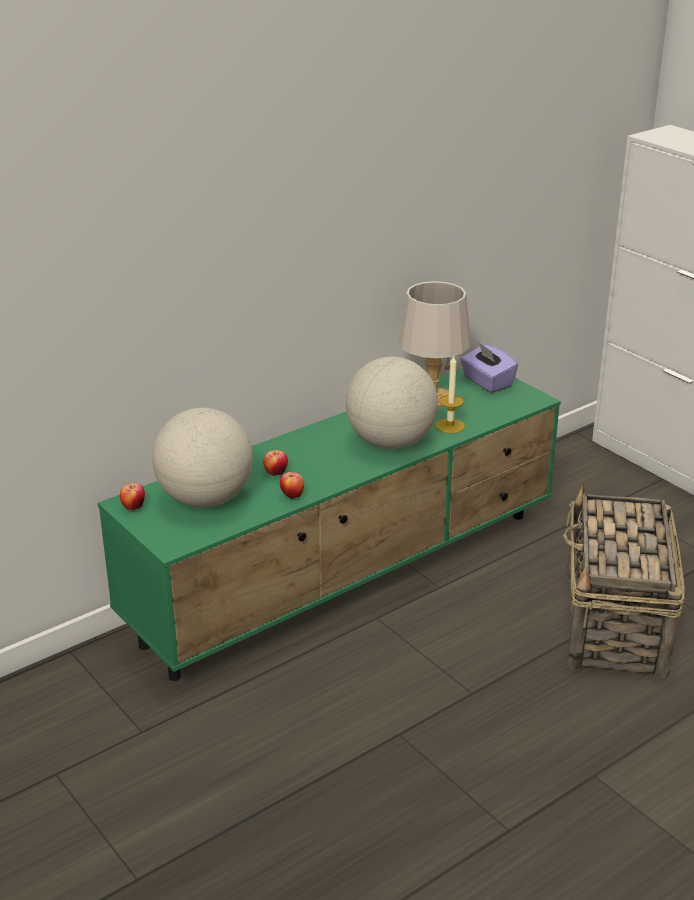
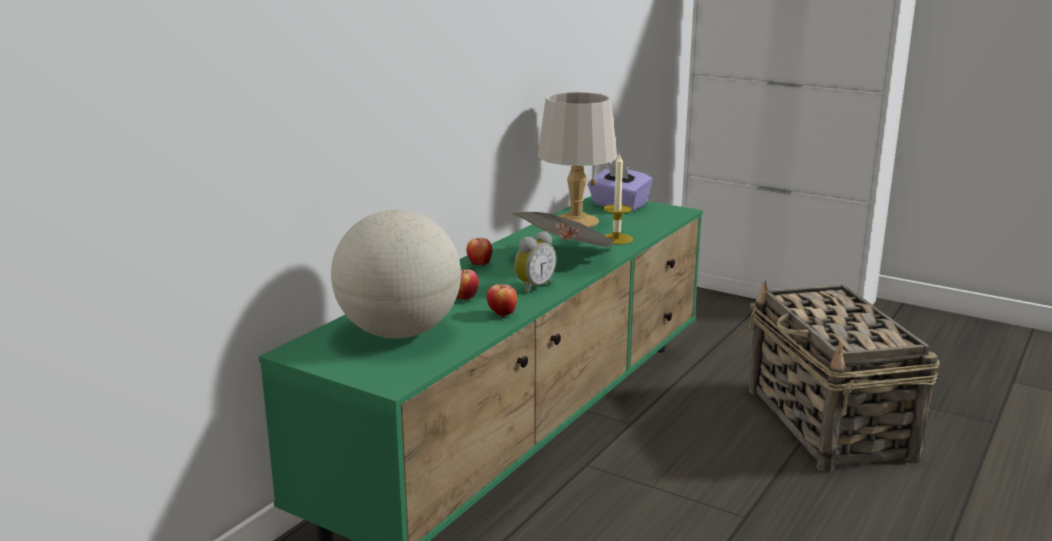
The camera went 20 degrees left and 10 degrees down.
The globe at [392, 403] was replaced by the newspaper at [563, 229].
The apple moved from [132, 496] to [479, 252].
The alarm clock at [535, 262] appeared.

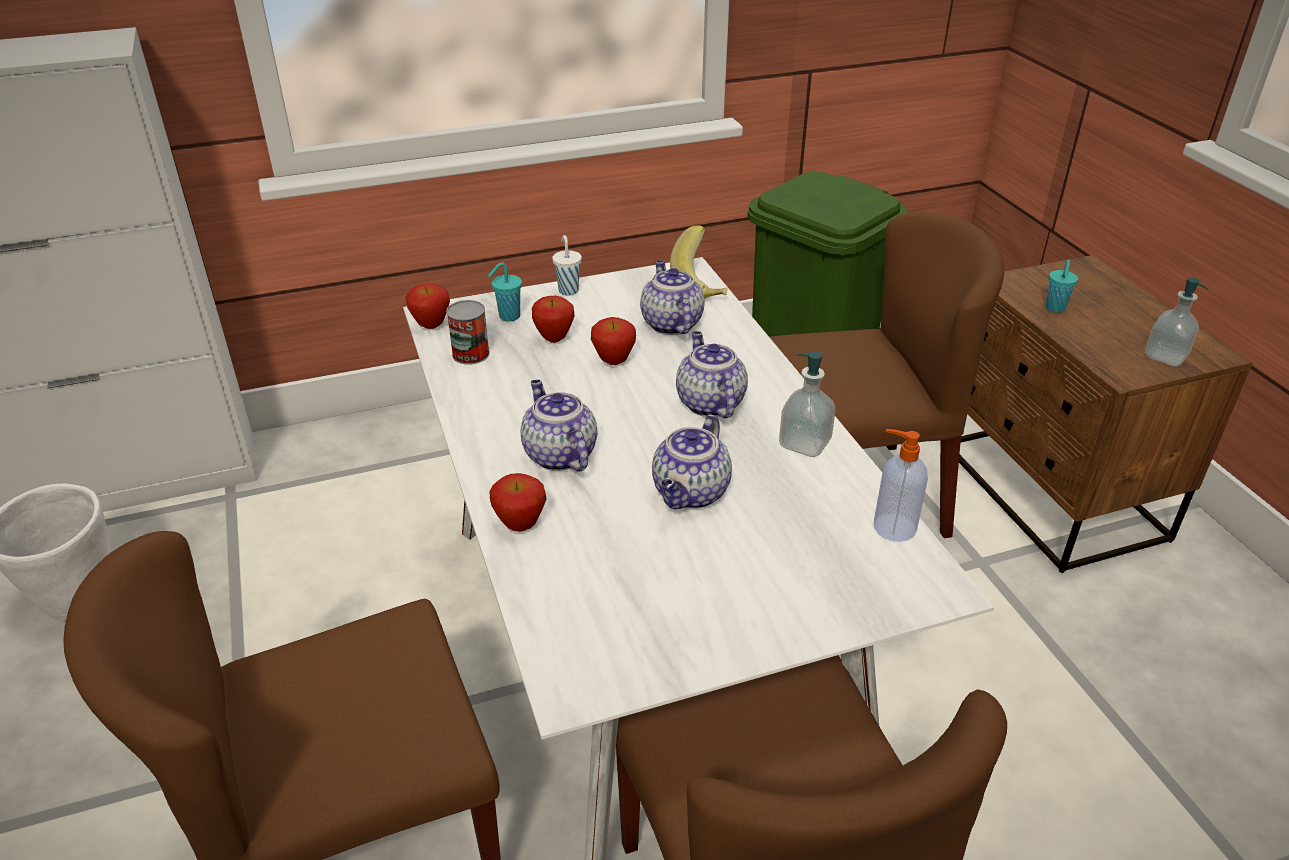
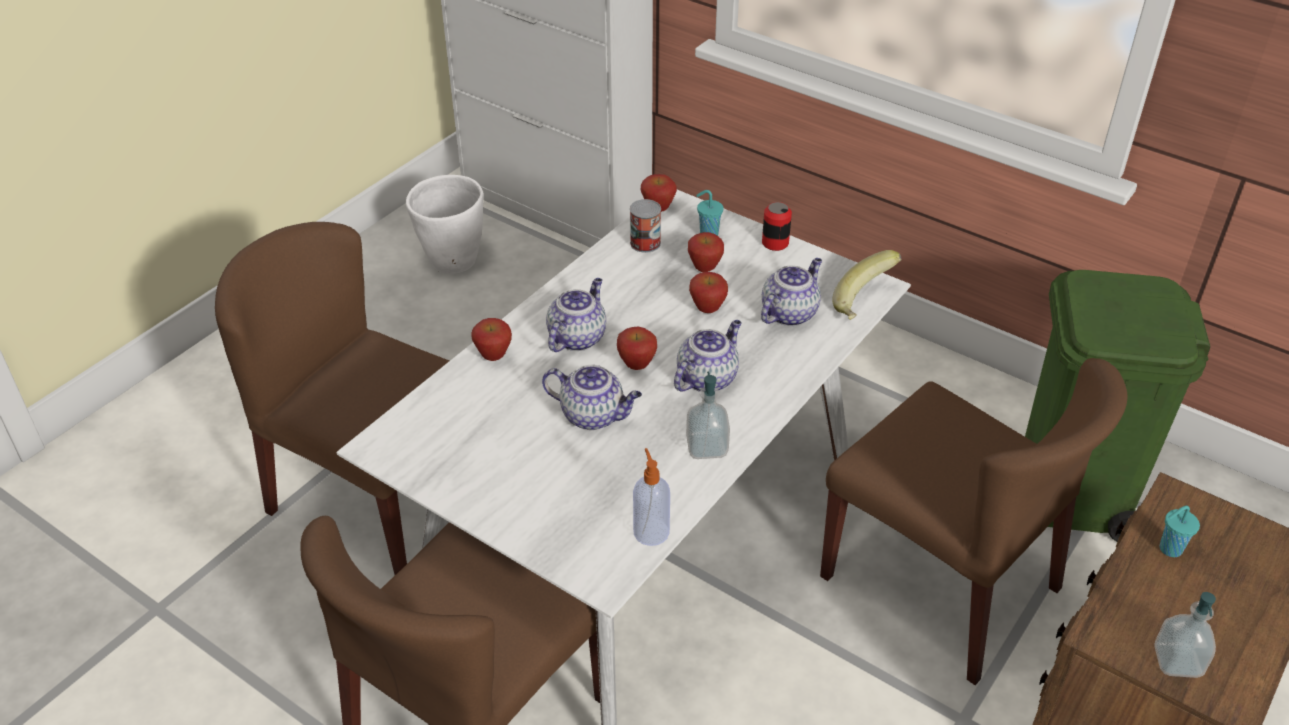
The camera went 55 degrees right and 5 degrees up.
The cup (white) at [567, 265] was replaced by the can at [777, 226].
The teapot at [692, 461] turned 150 degrees counterclockwise.
The apple at [637, 348] appeared.

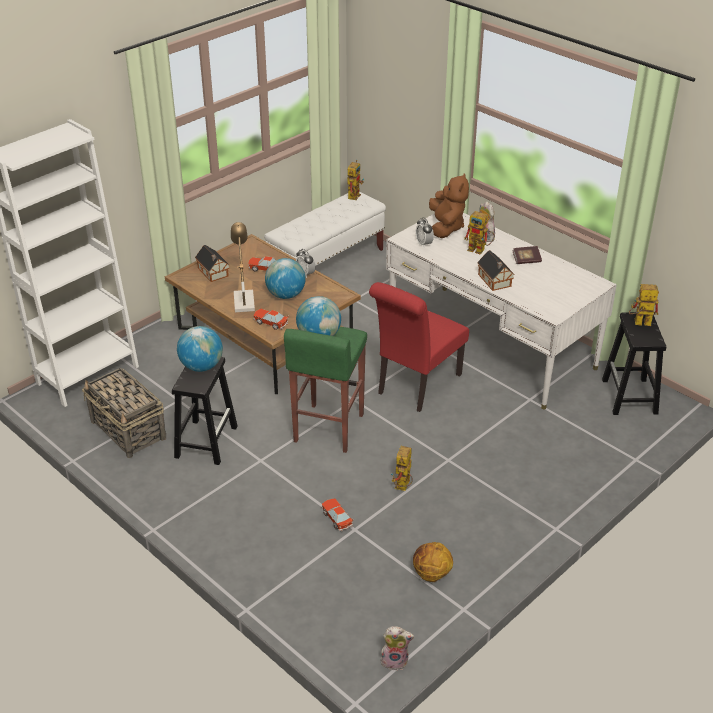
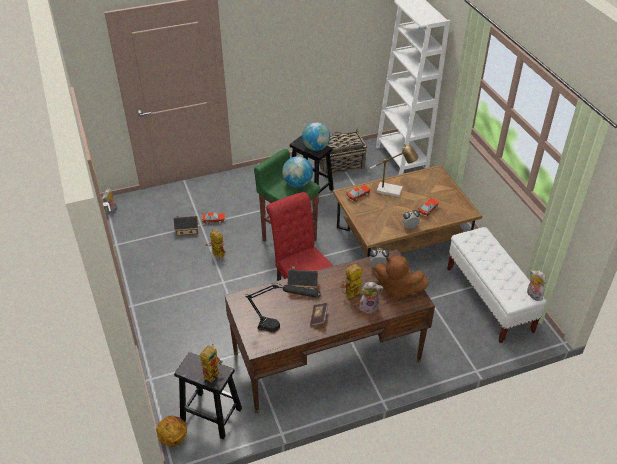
The camera went 115 degrees right and 5 degrees up.
The toy robot at [356, 180] was replaced by the plush toy at [536, 285].
The desk (white) at [501, 311] became the desk (brown) at [330, 331].
The toy house moved from [212, 263] to [186, 225].
The globe at [285, 278] disappeared.
The basketball moved from [433, 562] to [171, 431].
The table lamp (black) at [283, 307] appeared.

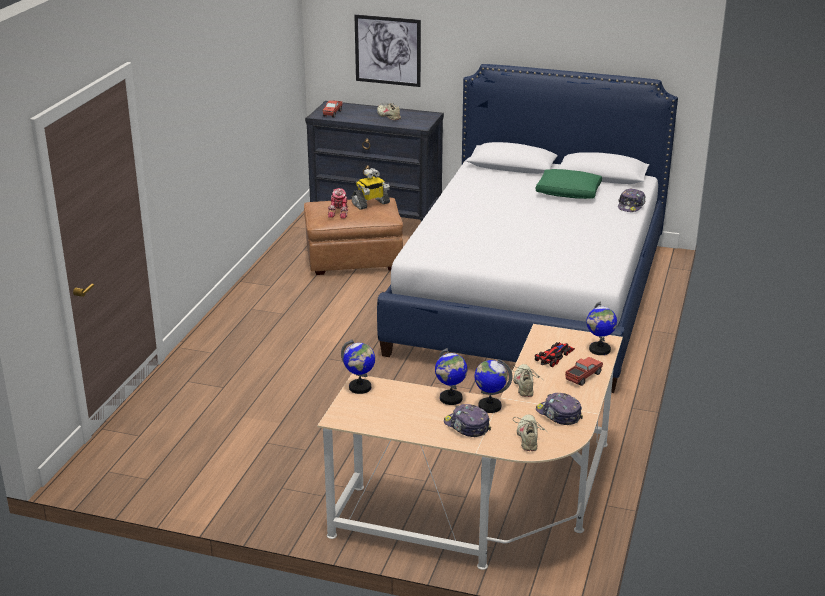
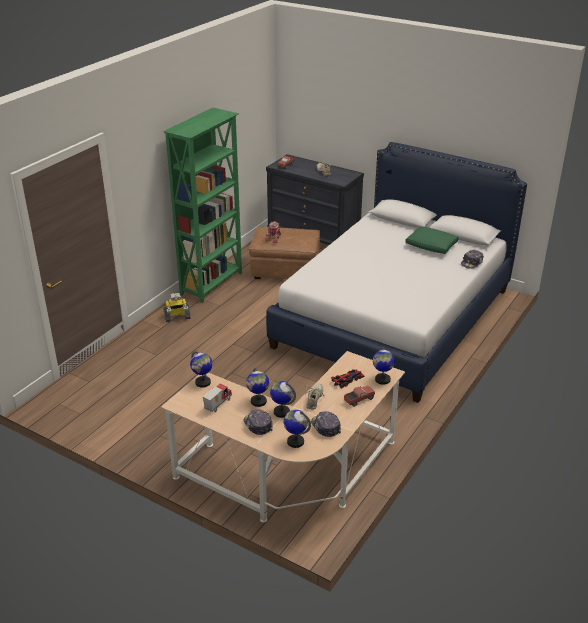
The camera went 15 degrees right and 5 degrees up.
The picture at [387, 50] disappeared.
The toy robot moved from [370, 189] to [177, 307].
The shoe (beige) at [531, 432] was replaced by the globe at [297, 429].
The bookcase (green) at [202, 205] appeared.
The toy truck at [217, 397] appeared.

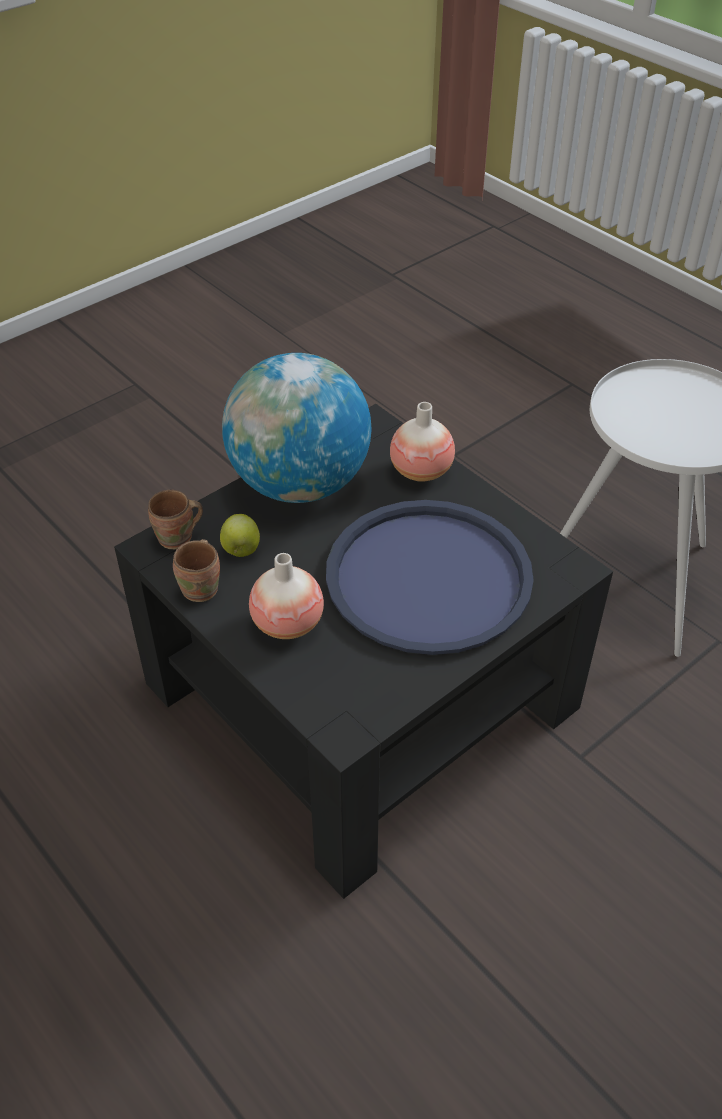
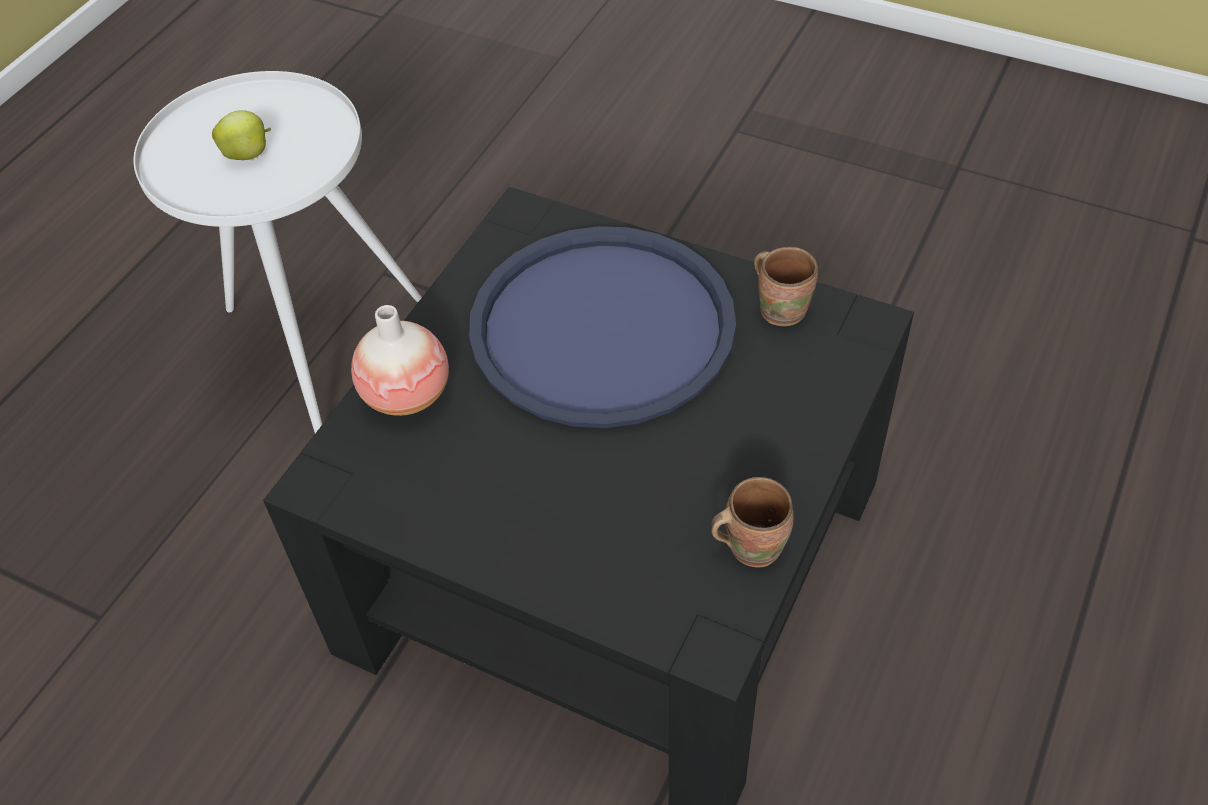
The camera went 110 degrees left and 5 degrees up.
The globe at [296, 428] disappeared.
The mug (brown) moved from [175, 519] to [786, 286].
The apple moved from [240, 535] to [241, 135].
The vase at [286, 596] disappeared.

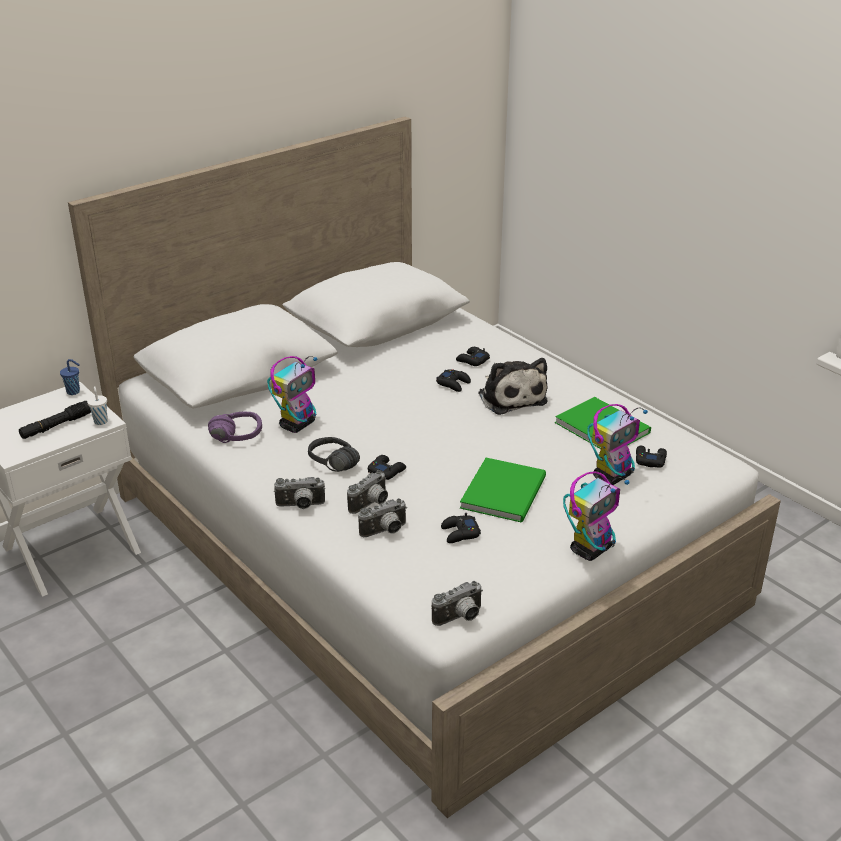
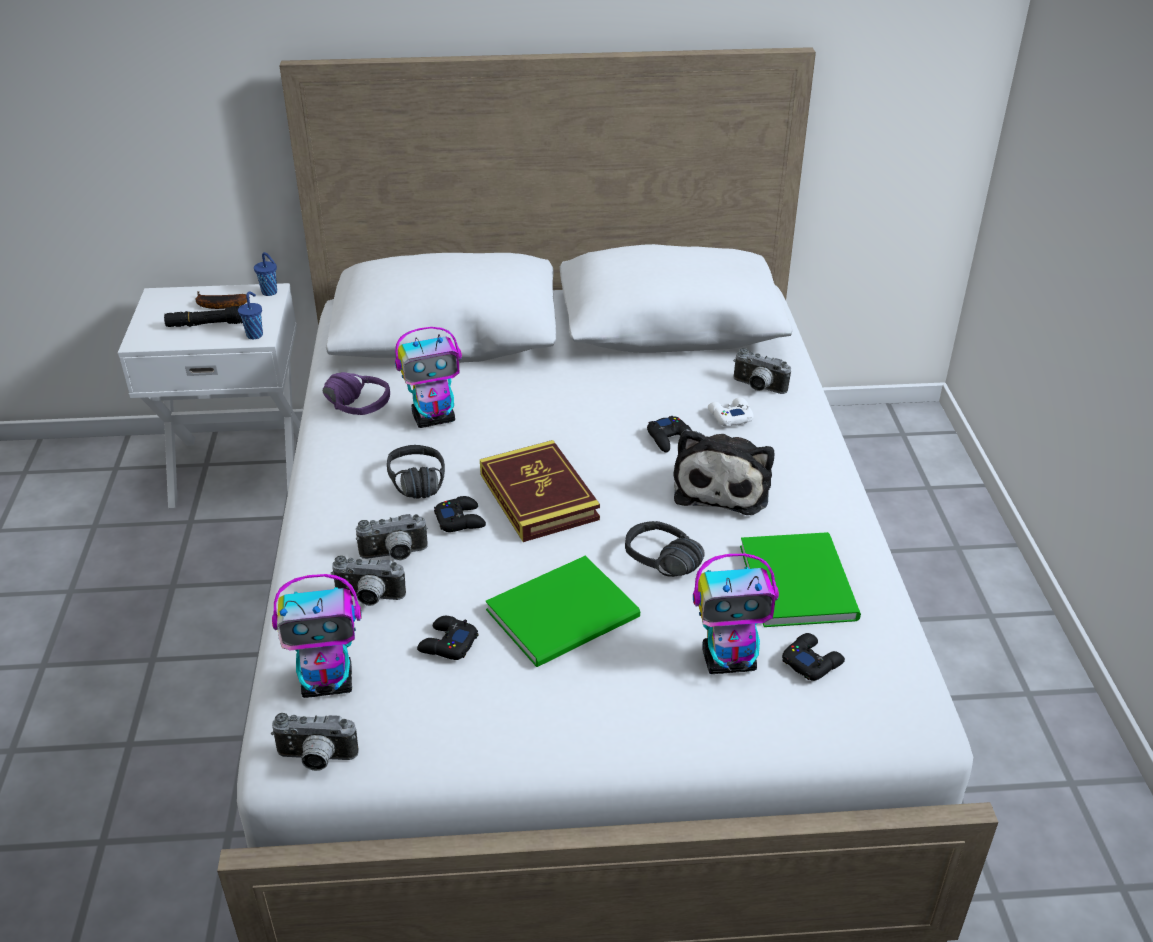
The camera went 35 degrees right and 5 degrees up.
The game controller (black) at [473, 356] became the game controller (white) at [731, 411].
The cup (white) at [97, 405] became the cup (blue) at [250, 315].
The toy robot moved from [596, 516] to [317, 636].
The photo camera moved from [299, 493] to [762, 371].
The banana at [222, 300] appeared.
The book at [540, 491] appeared.
The headphones (black) at [663, 549] appeared.

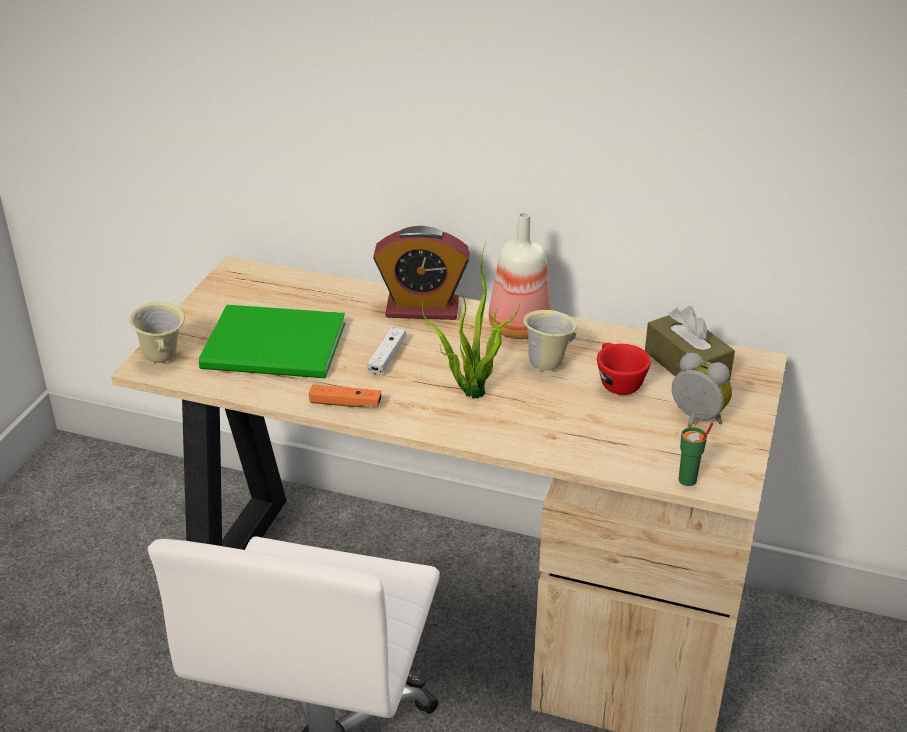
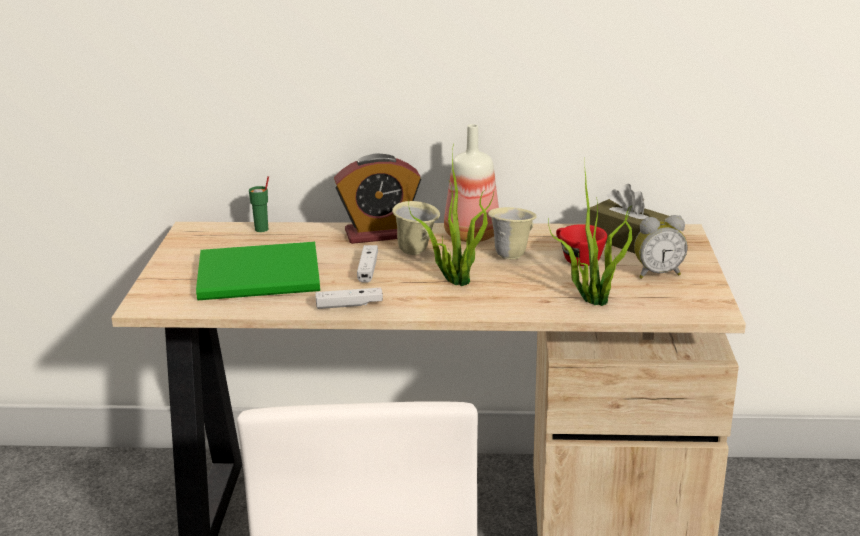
The camera went 15 degrees left and 10 degrees down.
The mug (beige) moved from [157, 332] to [416, 228].
The alarm clock at [702, 390] turned 150 degrees clockwise.
The game controller (orange) at [345, 395] became the game controller (white) at [349, 298].
The cup (green) moved from [696, 454] to [259, 204].
The potted plant at [590, 231] appeared.

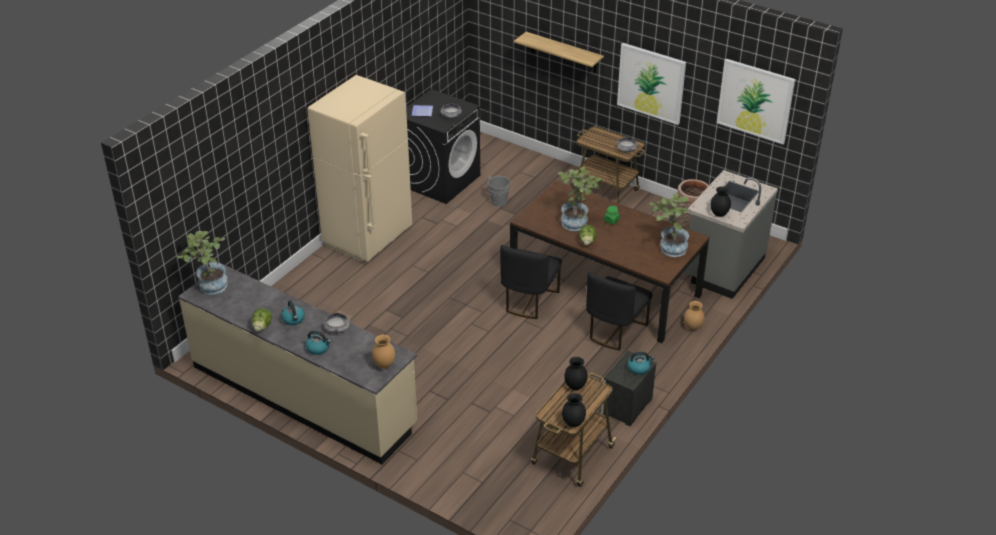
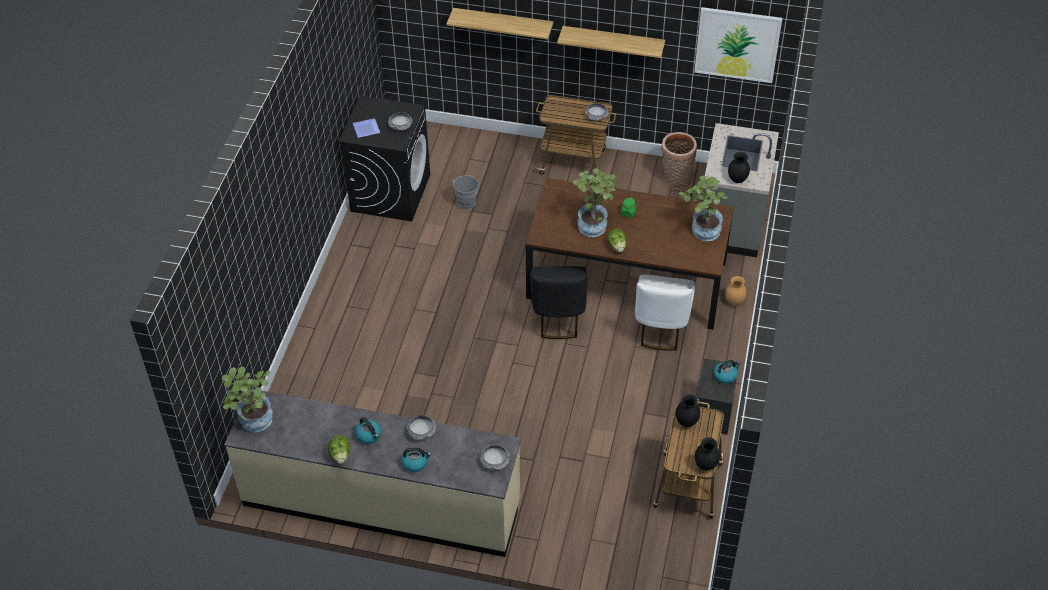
The camera went 20 degrees left and 10 degrees up.
The picture at [651, 84] was replaced by the shelf at [611, 42].
The fridge (beige) at [359, 168] disappeared.
The chair (black) at [619, 311] became the chair (white) at [665, 313].
The vase (brown) at [383, 352] was replaced by the bowl at [495, 457].

